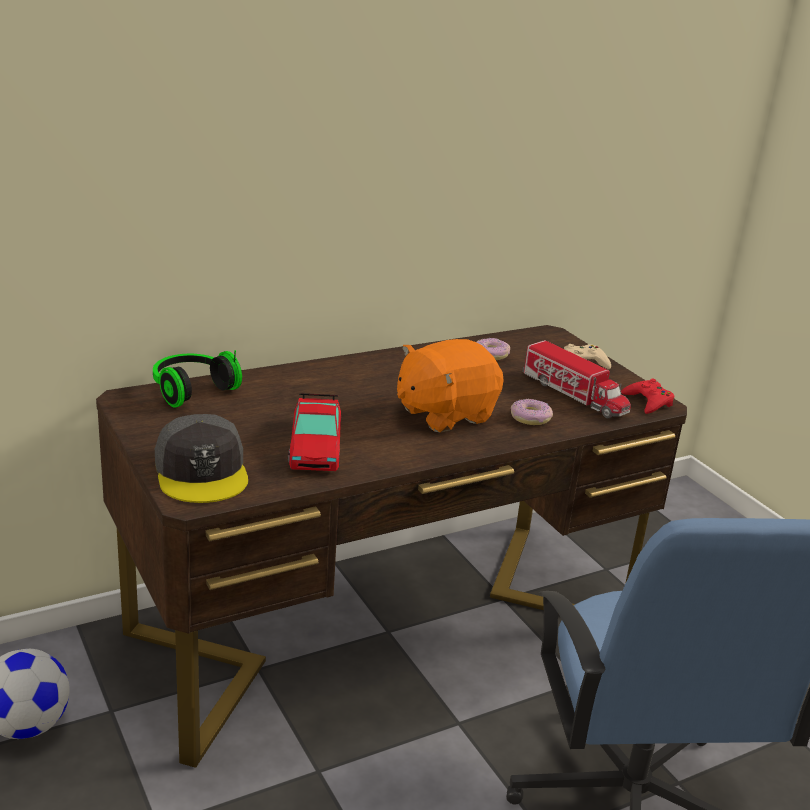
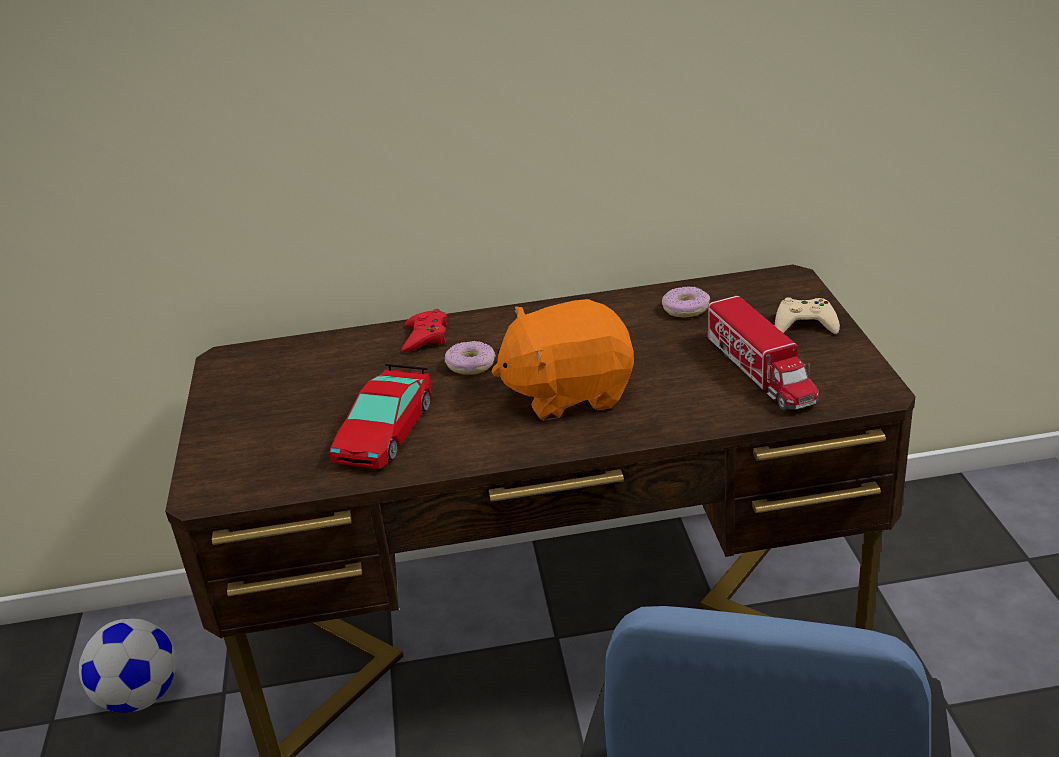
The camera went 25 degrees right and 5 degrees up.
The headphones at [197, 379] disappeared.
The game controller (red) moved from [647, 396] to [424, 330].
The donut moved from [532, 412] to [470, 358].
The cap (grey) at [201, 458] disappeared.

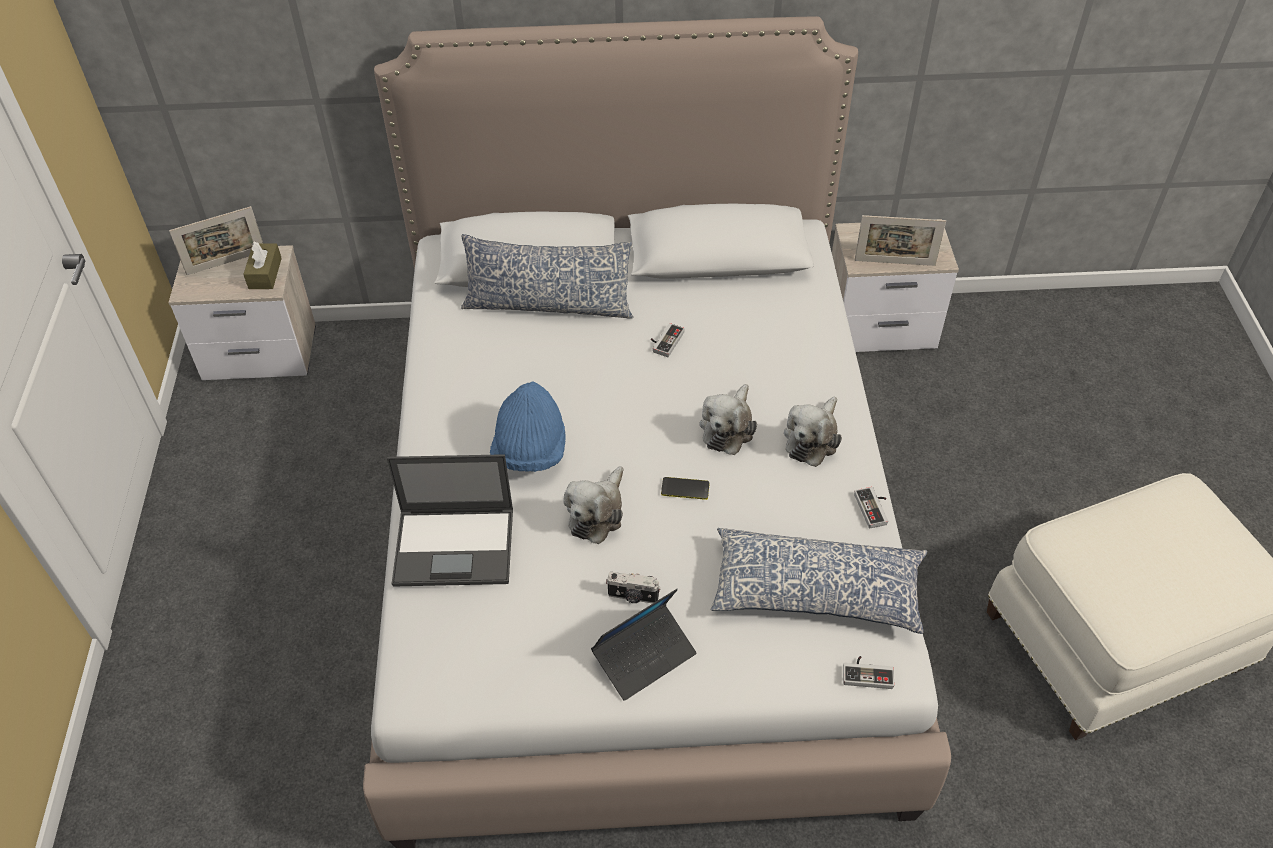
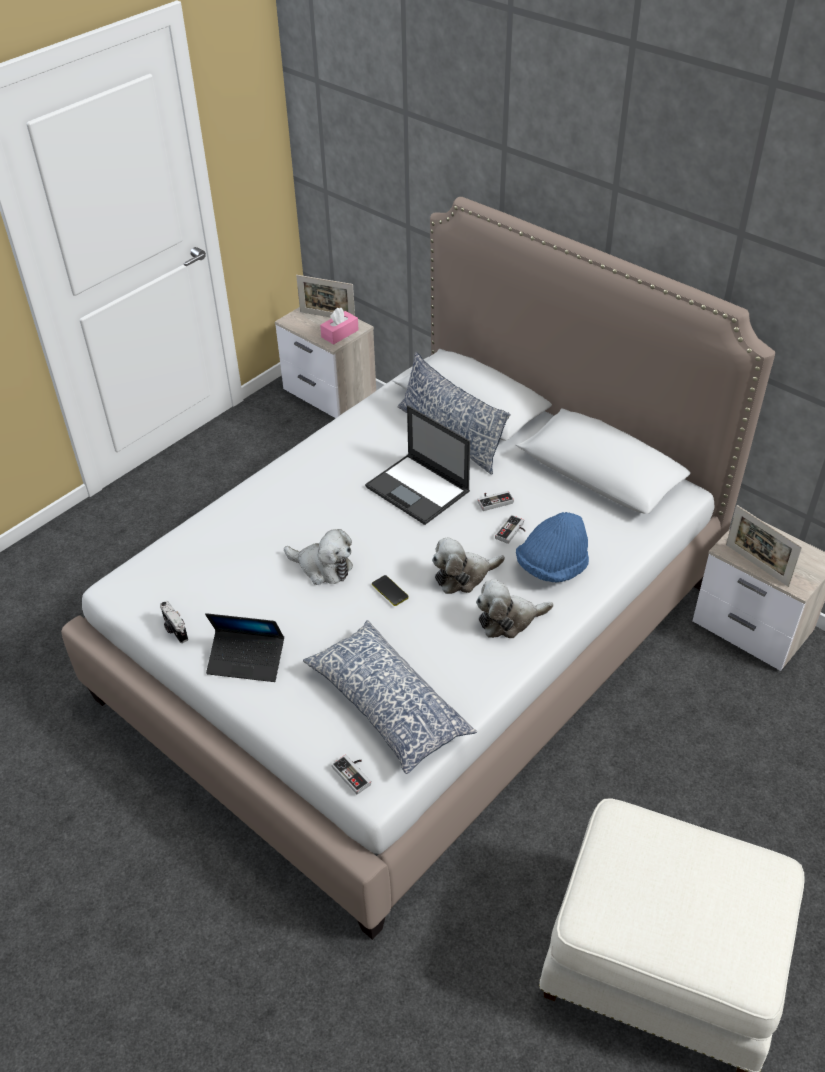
The camera went 45 degrees right and 5 degrees down.
The tissue box (brown) at [262, 265] became the tissue box (pink) at [339, 326].
The hat (blue) moved from [528, 426] to [552, 547].
The laptop moved from [450, 520] to [417, 465].
The plush toy at [593, 505] turned 135 degrees counterclockwise.
The game controller moved from [871, 507] to [510, 529].
The photo camera moved from [633, 588] to [174, 622].

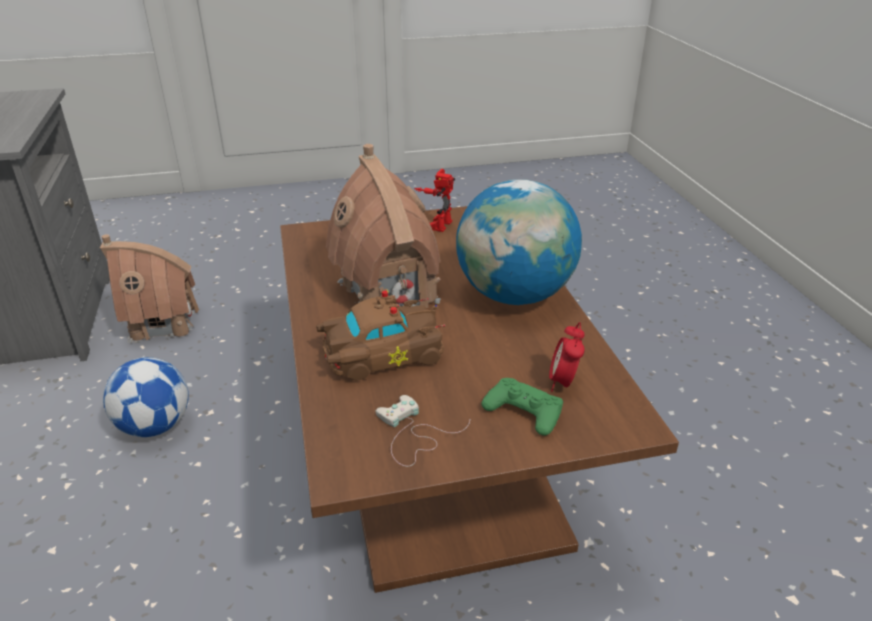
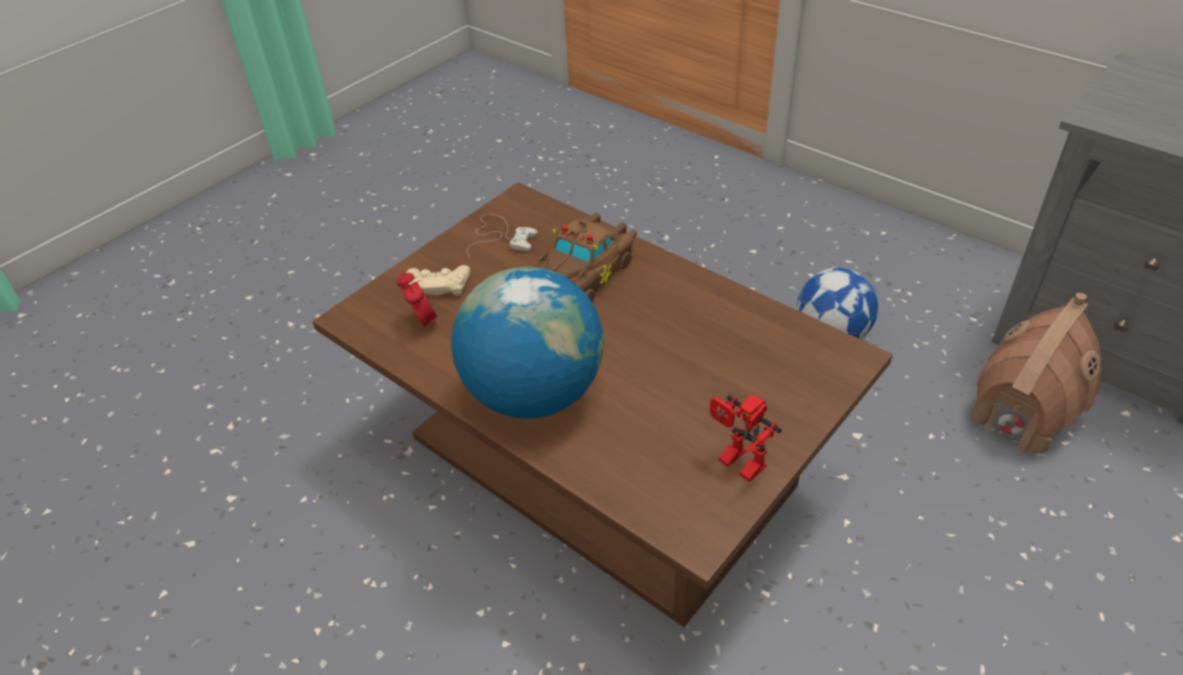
The camera went 145 degrees right and 10 degrees up.
The toy house at [383, 226] disappeared.
The toy robot at [434, 200] turned 150 degrees clockwise.
The game controller (green) at [522, 407] became the game controller (beige) at [438, 280].

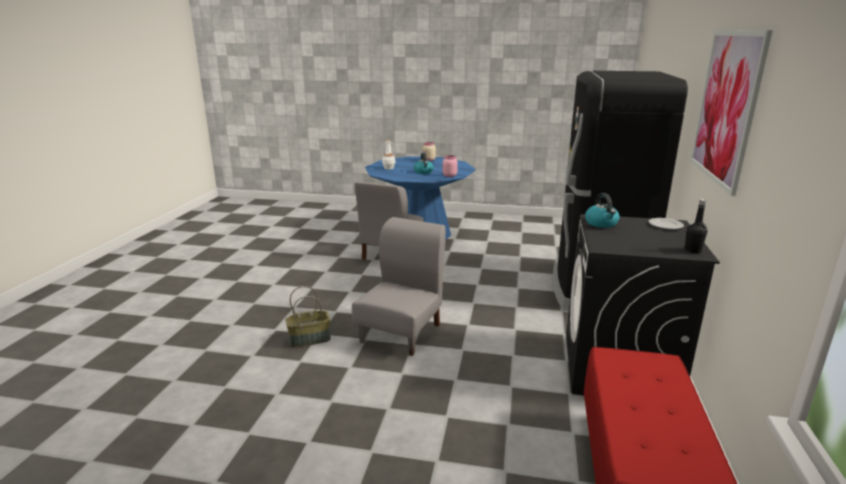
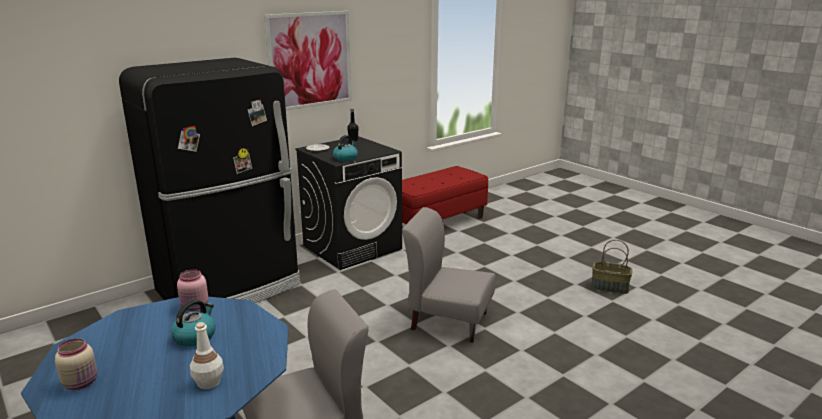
The camera went 140 degrees left and 0 degrees up.
The chair (grey) at [399, 286] turned 45 degrees clockwise.
The basket moved from [308, 317] to [612, 267].

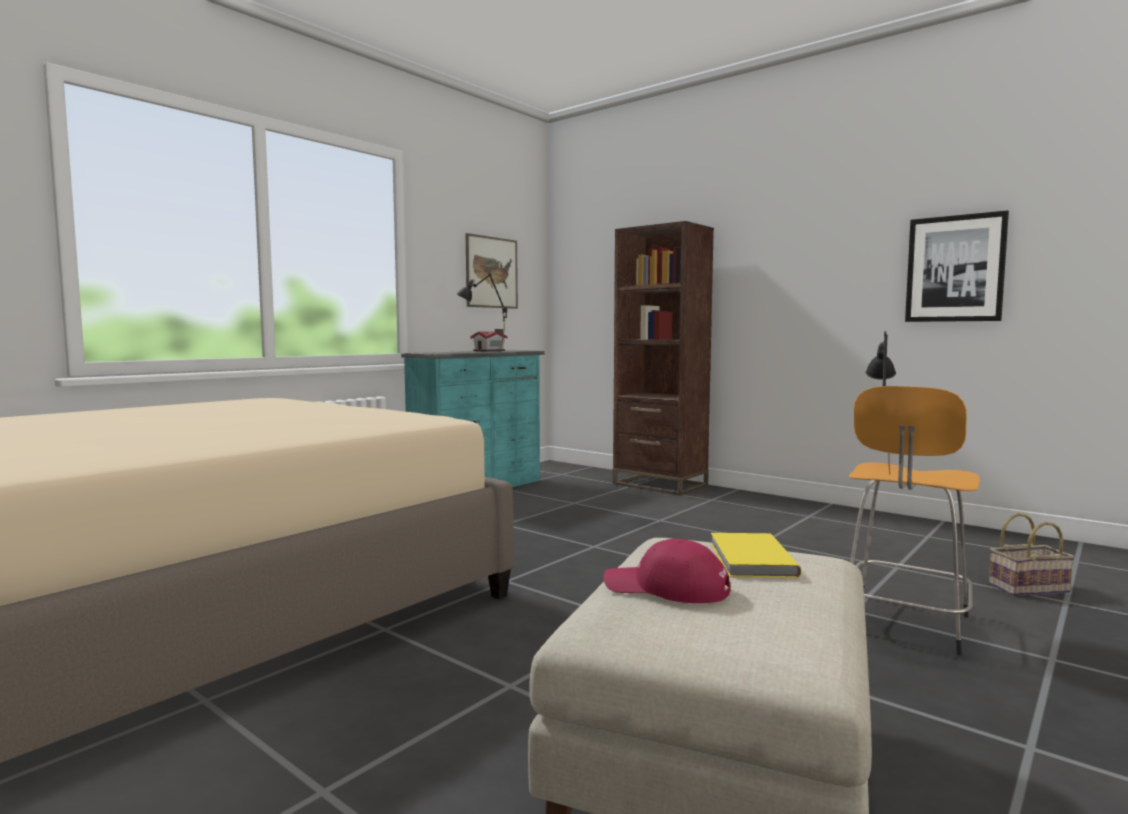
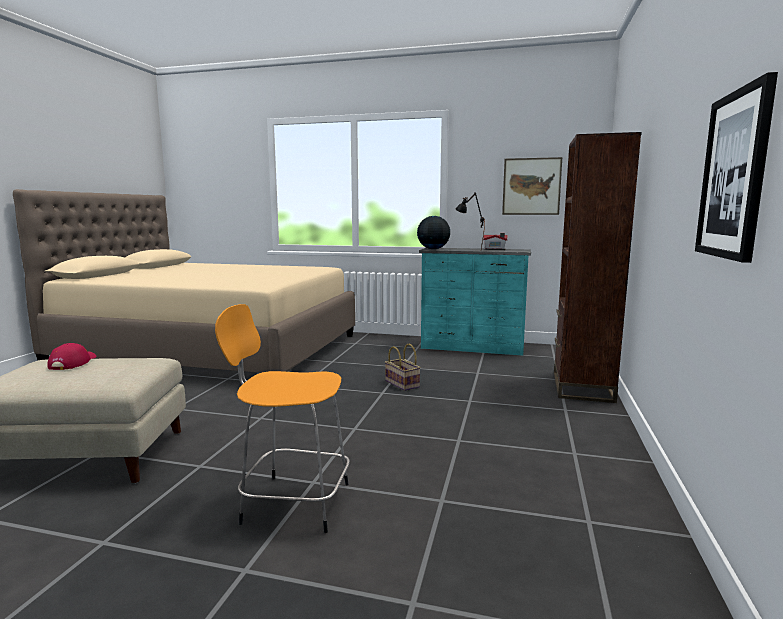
The camera went 65 degrees right and 5 degrees up.
The table lamp (black) at [881, 403] disappeared.
The basket moved from [1031, 554] to [403, 367].
The book (yellow) at [756, 555] disappeared.
The globe at [433, 232] appeared.

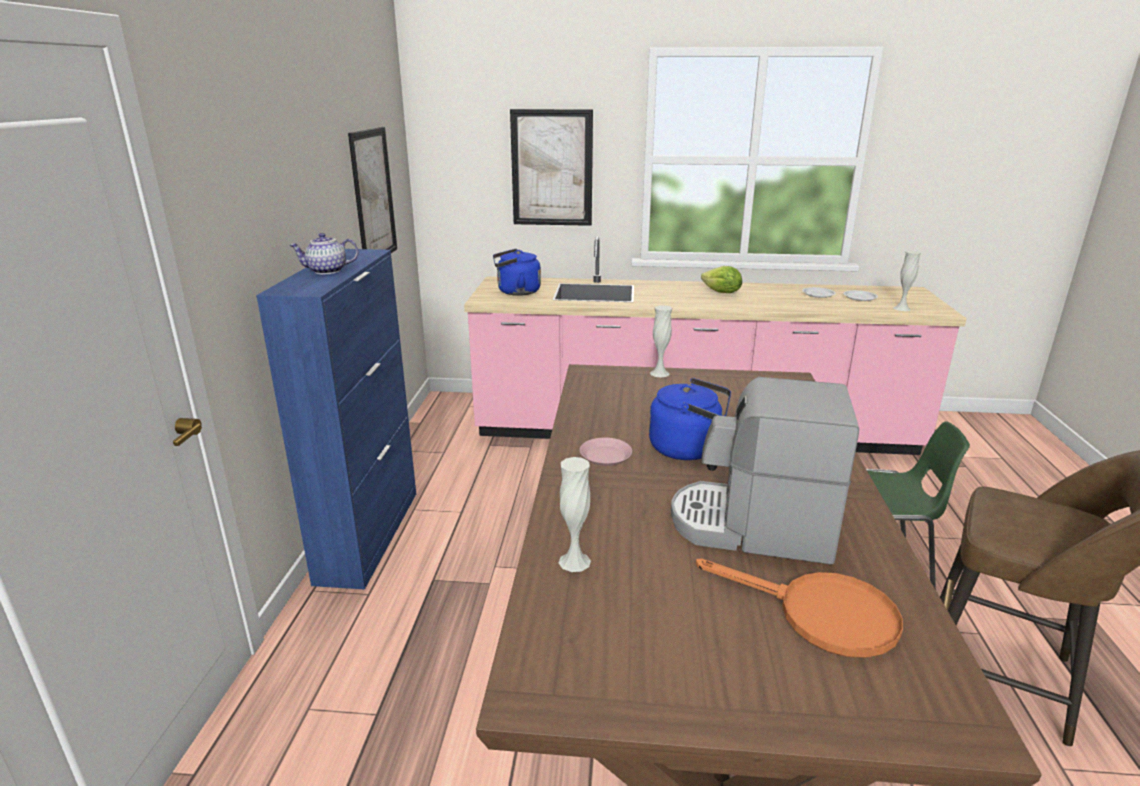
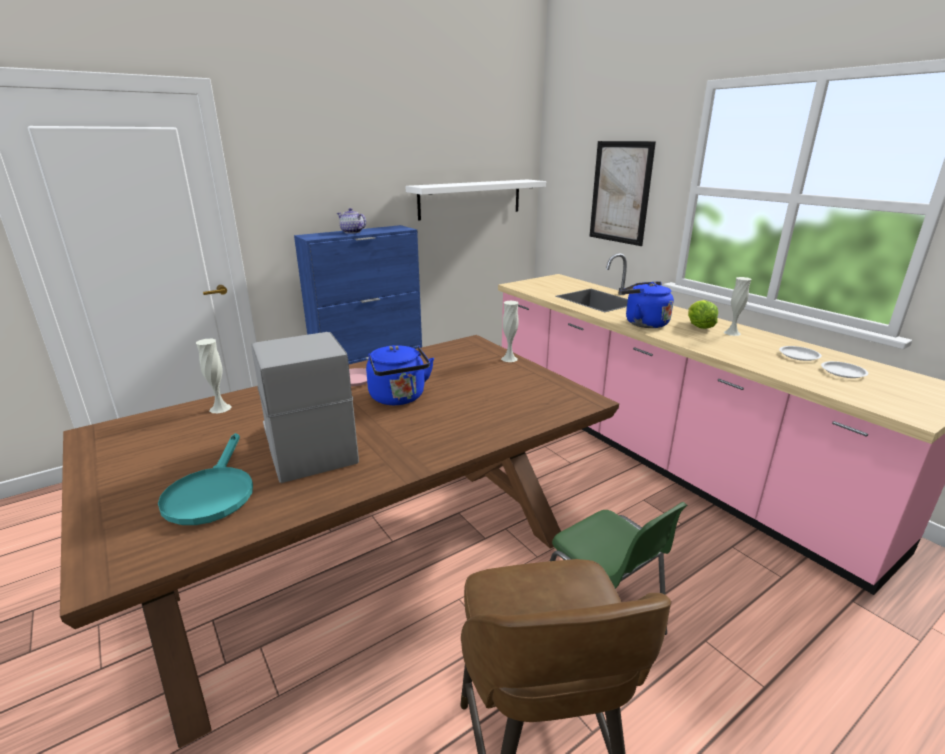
The camera went 50 degrees right and 0 degrees up.
The picture at [372, 190] was replaced by the shelf (white) at [475, 200].
The kettle (blue) moved from [517, 272] to [647, 304].
The vase (white) moved from [907, 281] to [737, 306].
The frying pan (orange) at [799, 608] became the frying pan (turquoise) at [205, 479].

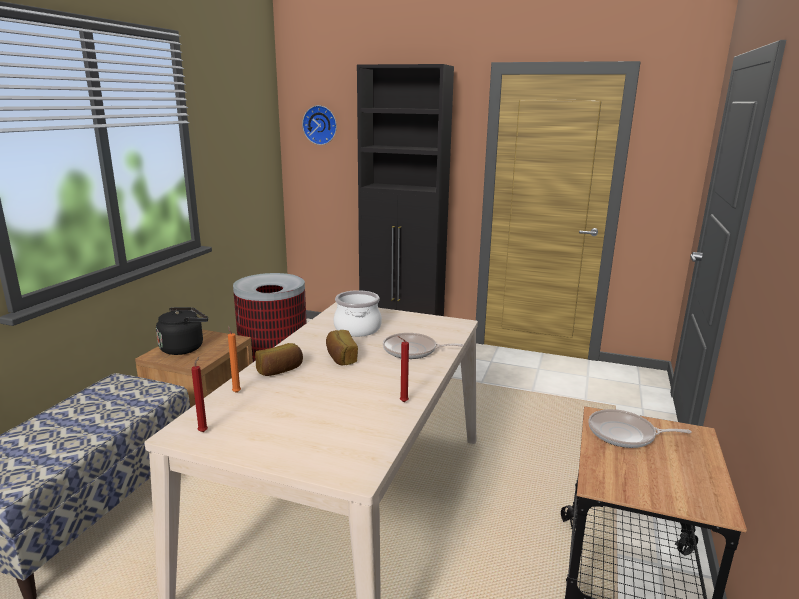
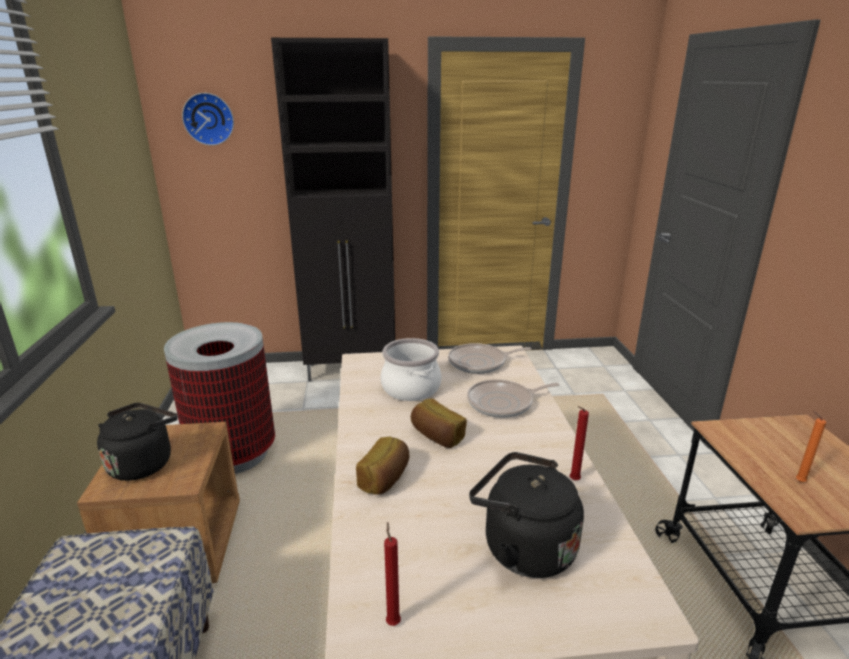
The camera went 25 degrees left and 5 degrees up.
The candle (orange) moved from [234, 359] to [811, 446].
The frying pan moved from [640, 428] to [489, 358].
The kettle (black) at [526, 515] appeared.

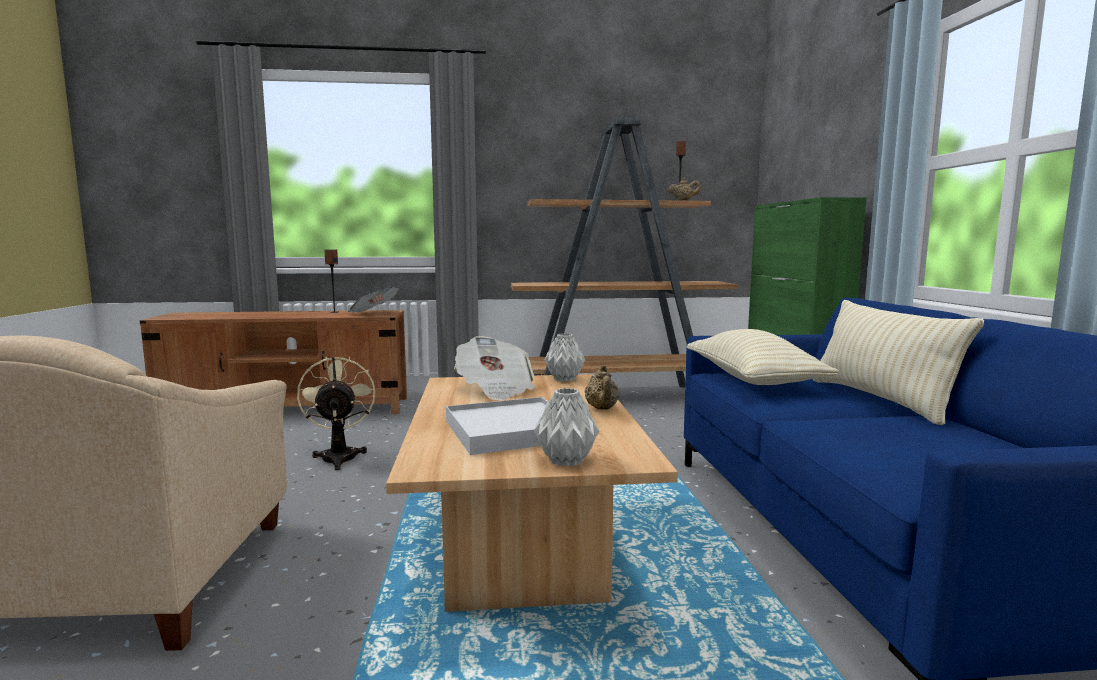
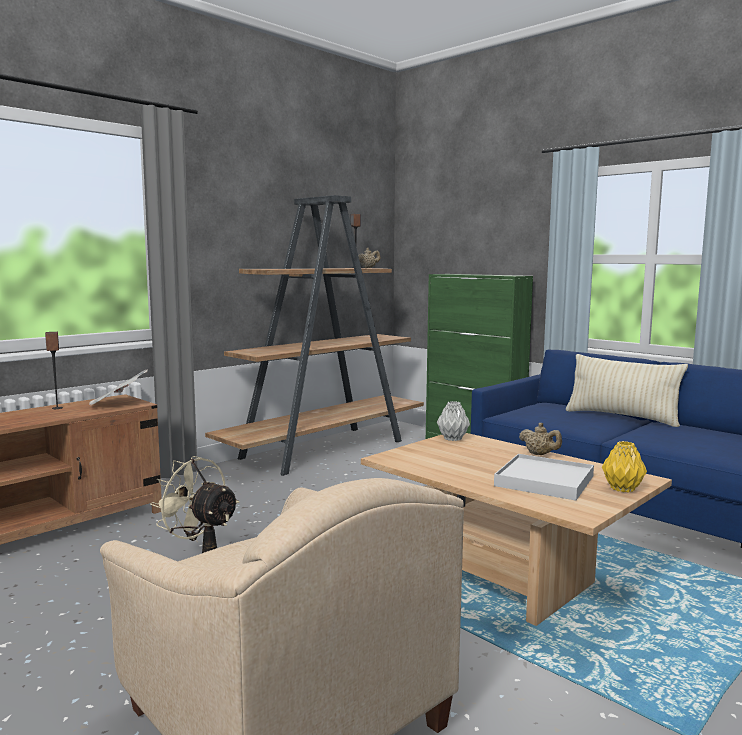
The camera went 40 degrees left and 0 degrees up.
The pillow (beige) at [763, 357] disappeared.
The newspaper at [494, 368] disappeared.
The vase (grey) at [566, 427] became the vase (yellow) at [624, 466].

